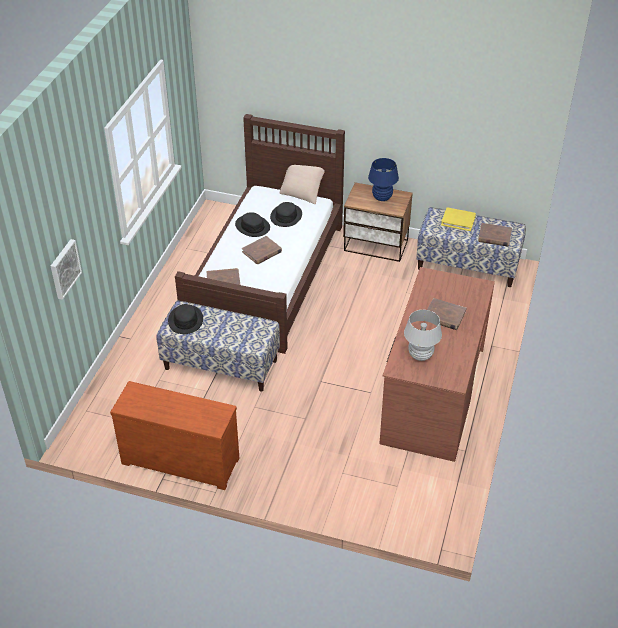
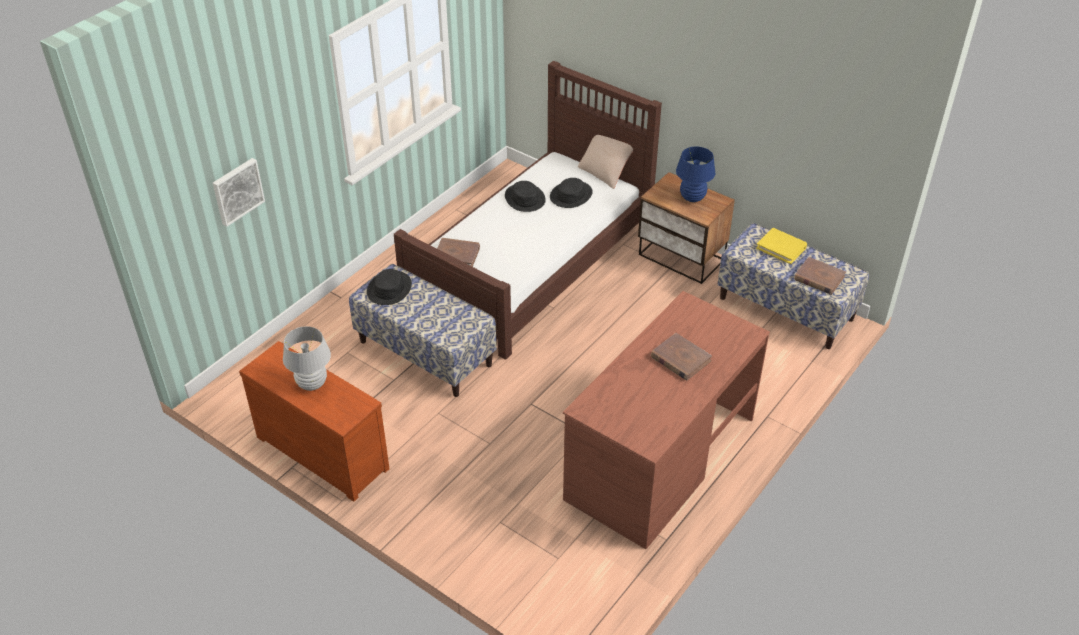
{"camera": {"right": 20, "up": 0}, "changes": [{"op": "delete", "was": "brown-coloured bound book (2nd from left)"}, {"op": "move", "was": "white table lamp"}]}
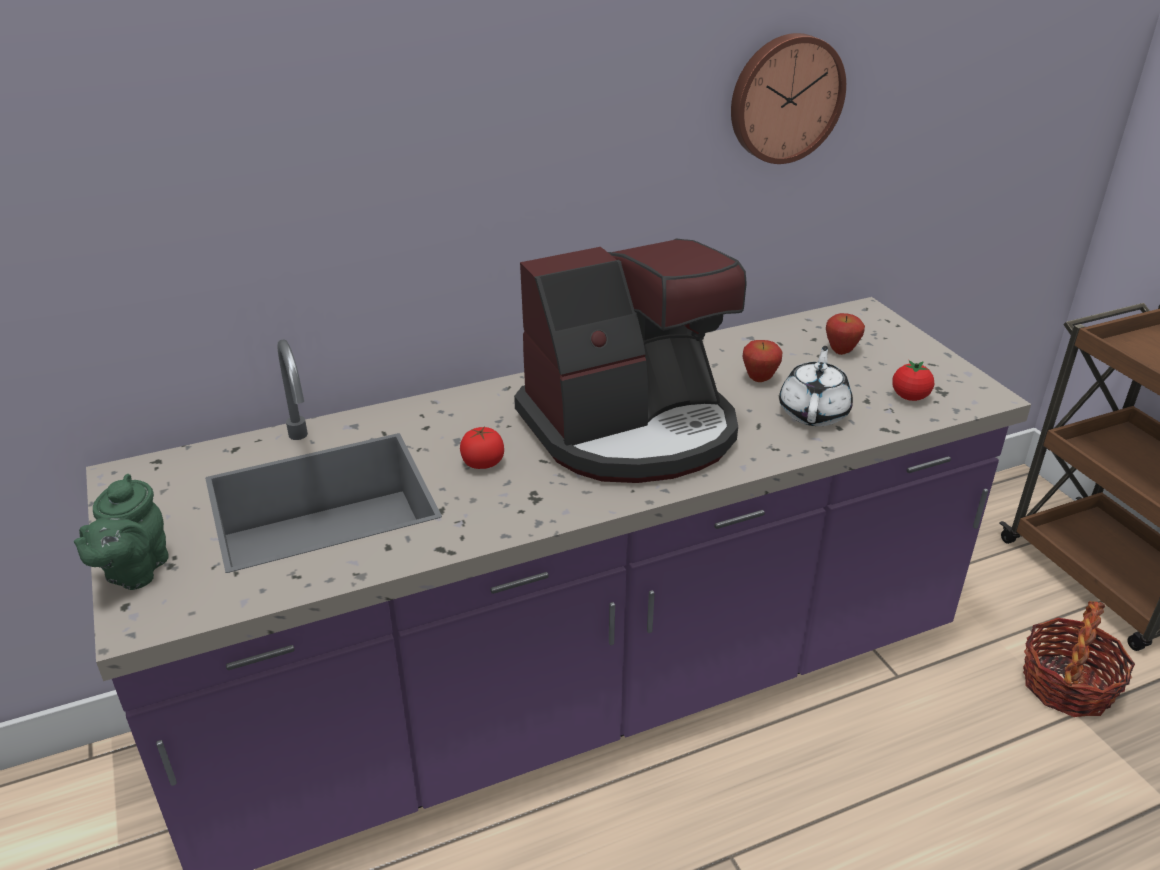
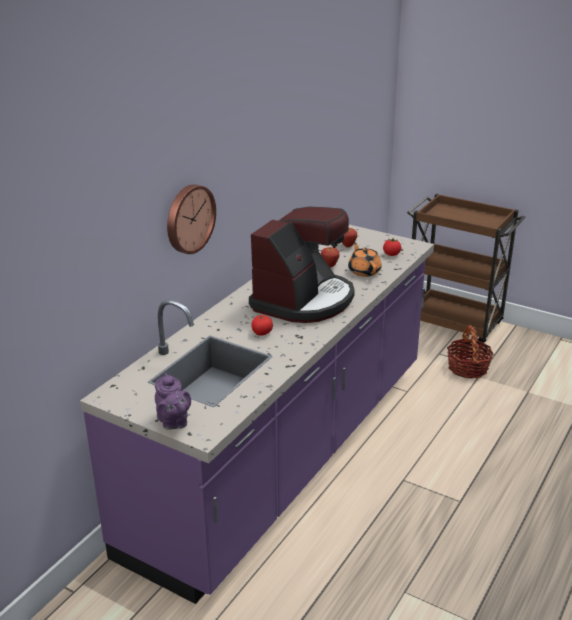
{"camera": {"right": -35, "up": -5}, "changes": [{"op": "move", "was": "clock on the wall"}, {"op": "recolor", "was": "white pot for tea", "now": "orange-coloured pot for tea"}, {"op": "recolor", "was": "green-coloured pot for tea", "now": "purple pot for tea"}]}
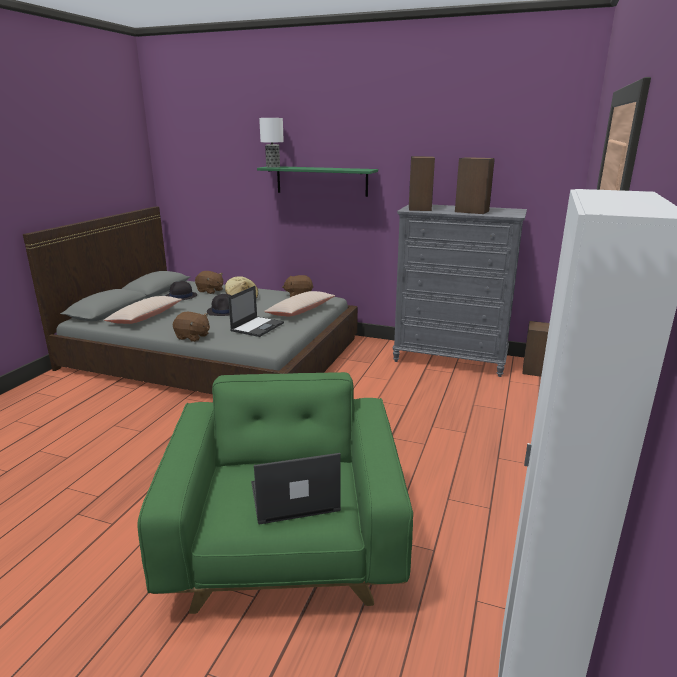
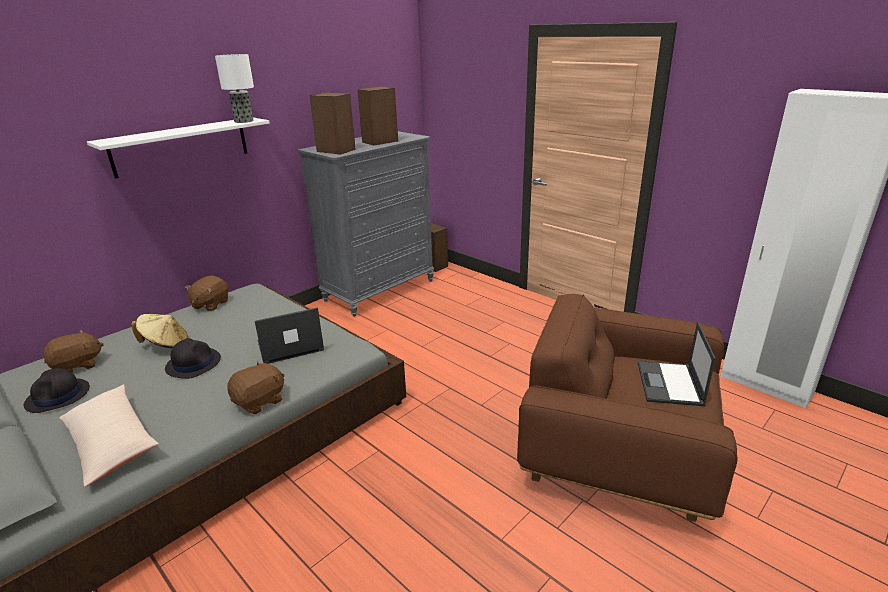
{"camera": {"right": -65, "up": 5}, "changes": [{"op": "move", "was": "table lamp"}, {"op": "recolor", "was": "green-coloured wall shelf", "now": "white wall shelf"}, {"op": "rotate", "was": "portable computer (1st from left)", "clockwise": -75}, {"op": "delete", "was": "beige-coloured throw pillow (2nd from left)"}, {"op": "recolor", "was": "green-coloured easy chair", "now": "brown-coloured easy chair"}]}
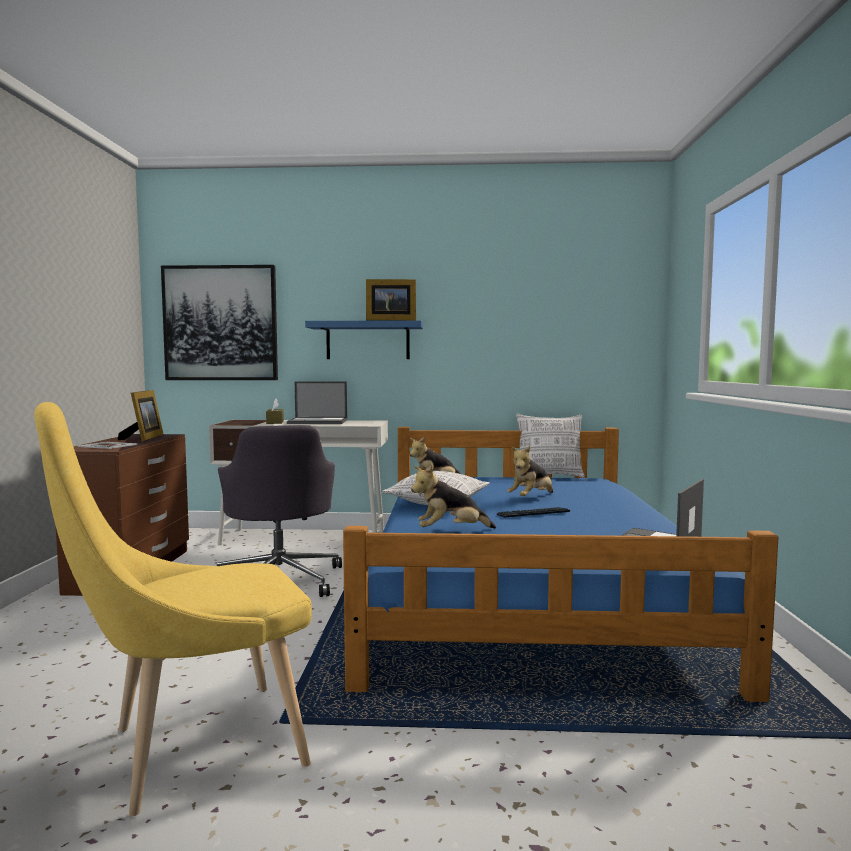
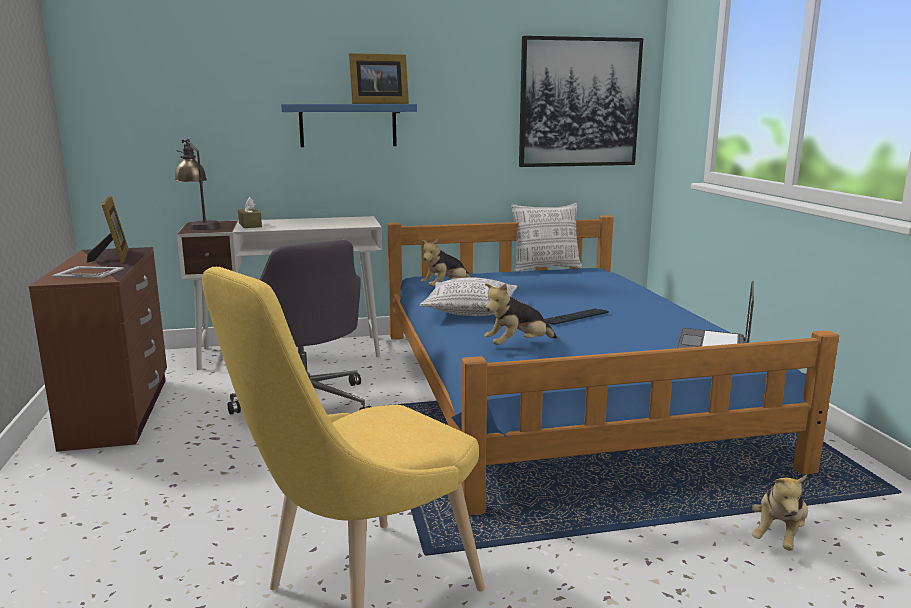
{"camera": {"right": -15, "up": 10}, "changes": [{"op": "move", "was": "wall art"}, {"op": "delete", "was": "portable computer (1st from left)"}, {"op": "move", "was": "soft toy (3rd from left)"}, {"op": "insert", "now": "table lamp"}]}
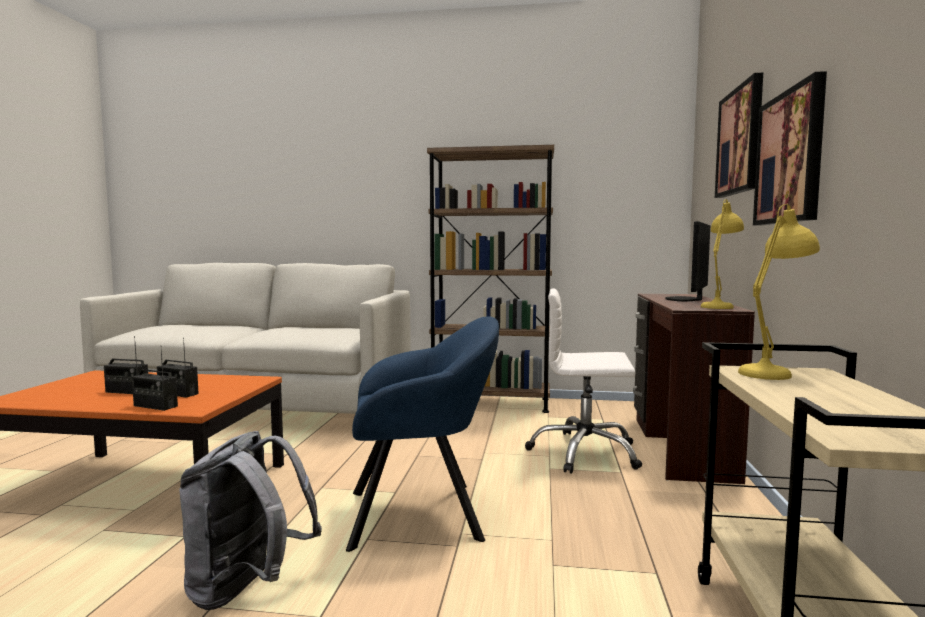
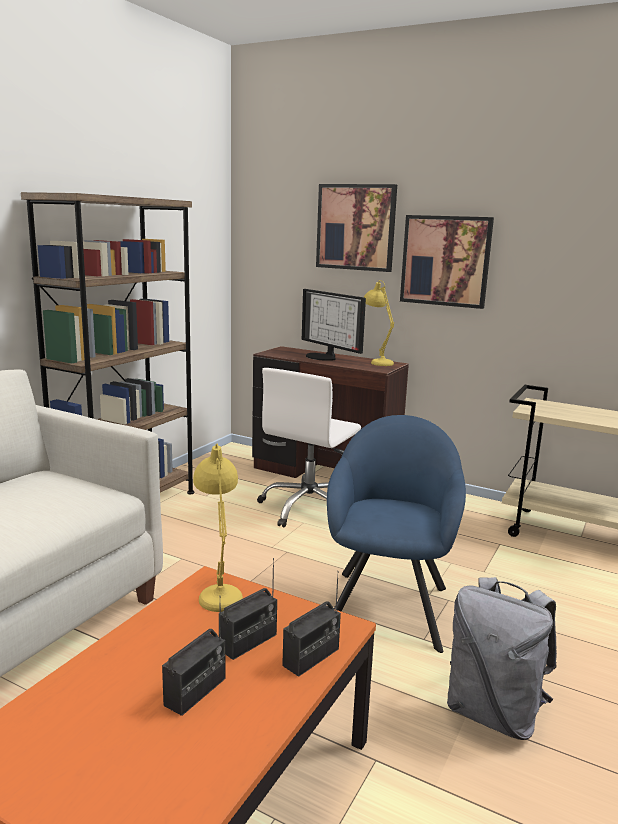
{"camera": {"right": -70, "up": 10}, "changes": [{"op": "move", "was": "yellowish table lamp (2nd from left in the first image)", "now": "yellowish table lamp (1st from left)"}]}
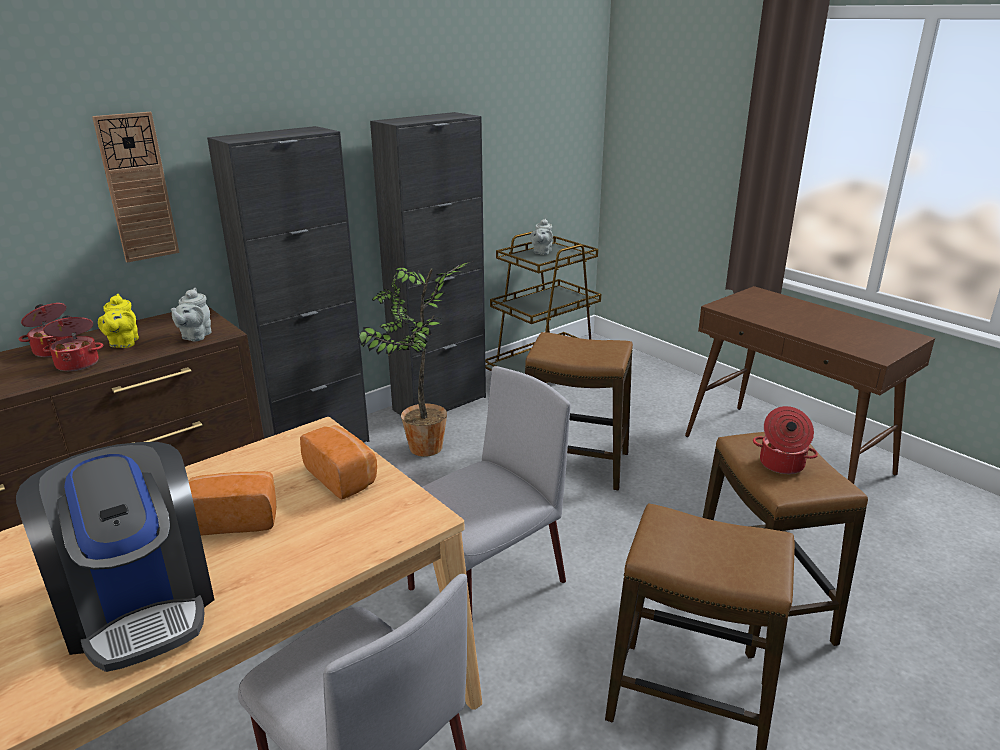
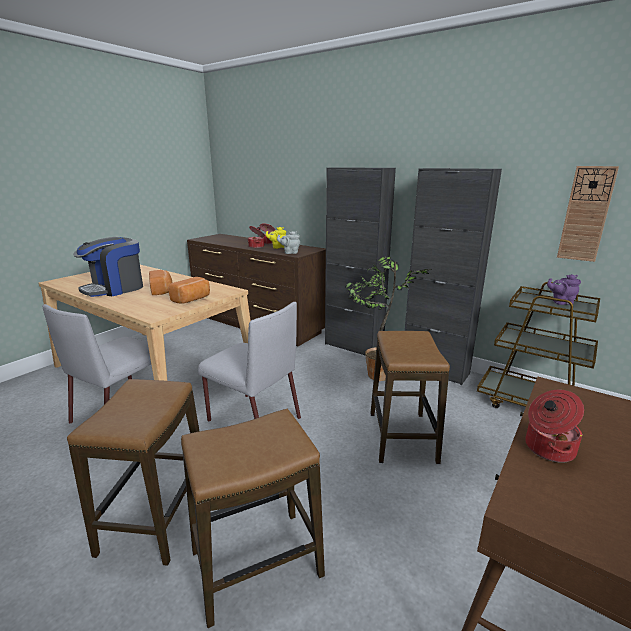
{"camera": {"right": 75, "up": -5}, "changes": [{"op": "move", "was": "clock on the wall"}, {"op": "recolor", "was": "grey pot for tea (2nd from left)", "now": "purple pot for tea"}, {"op": "move", "was": "cooking pot (3rd from left)"}]}
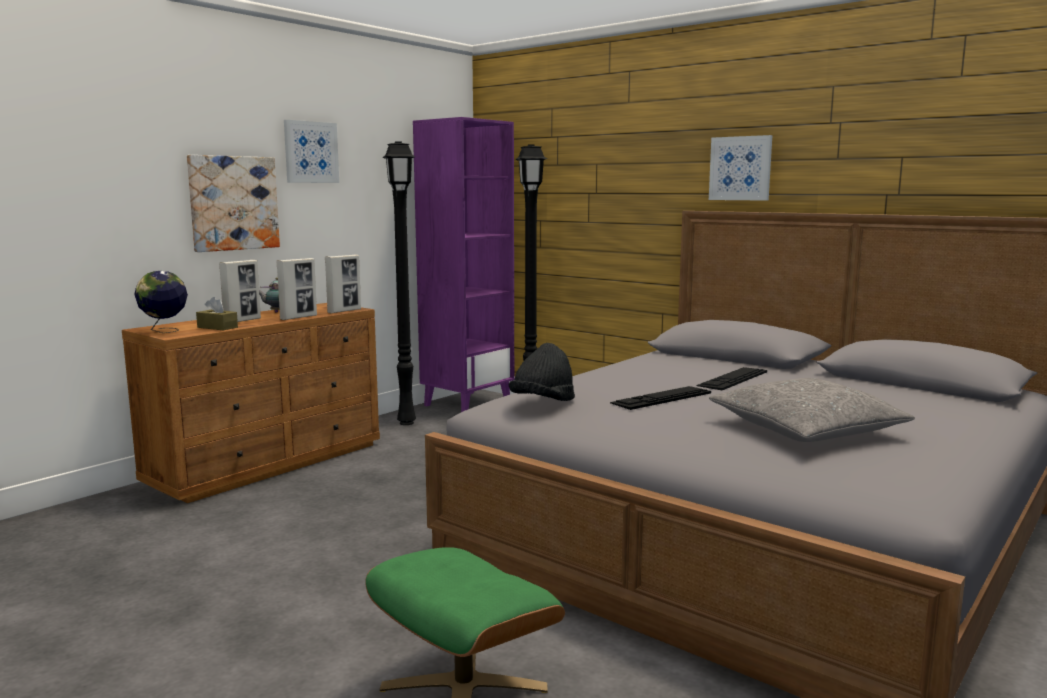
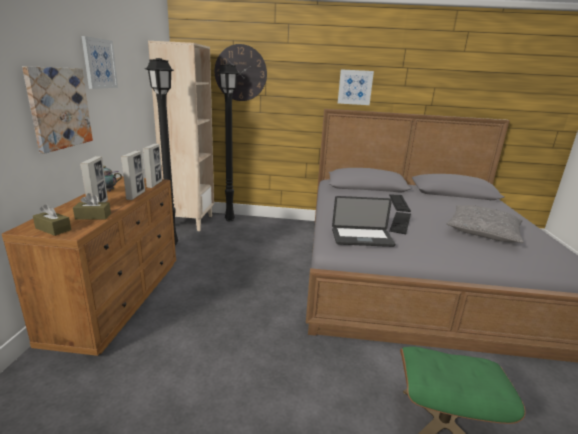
{"camera": {"right": -35, "up": 10}, "changes": [{"op": "recolor", "was": "purple shelving unit", "now": "beige-coloured shelving unit"}, {"op": "replace", "was": "world globe", "now": "brown-coloured tissue box (1st from left)"}, {"op": "replace", "was": "black wearable hat", "now": "portable computer"}, {"op": "insert", "now": "clock on the wall"}]}
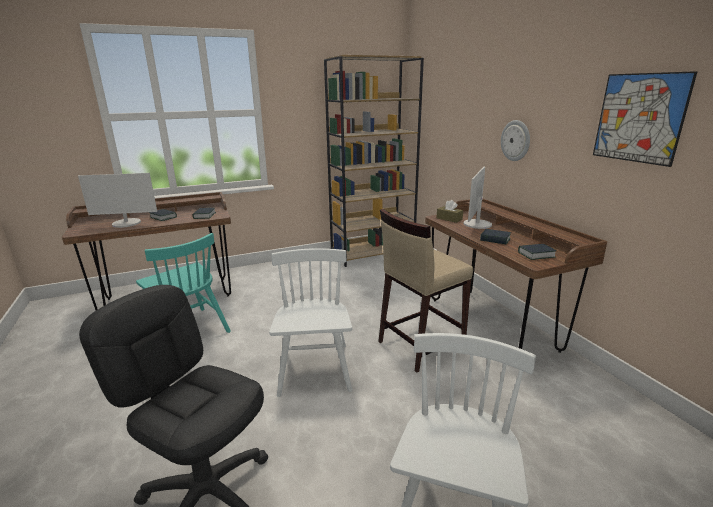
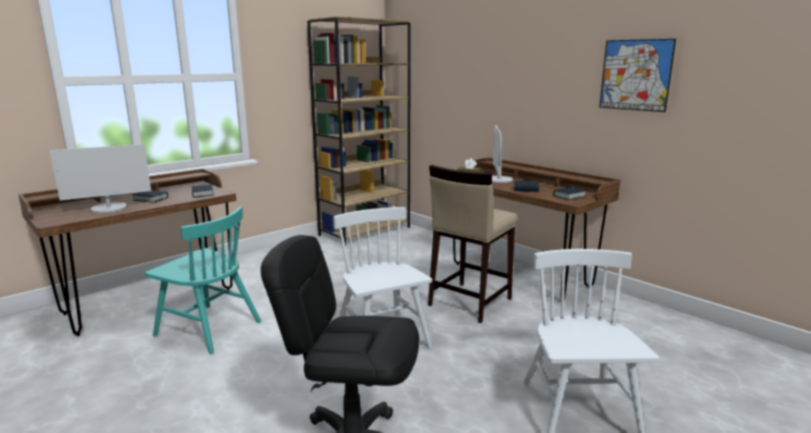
{"camera": {"right": -20, "up": -5}, "changes": [{"op": "delete", "was": "clock on the wall"}]}
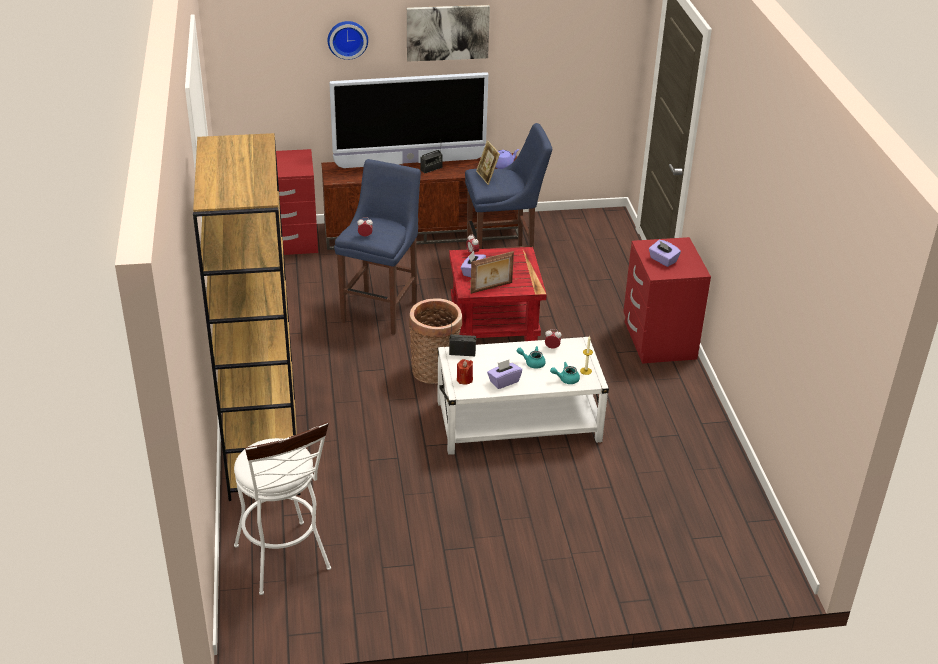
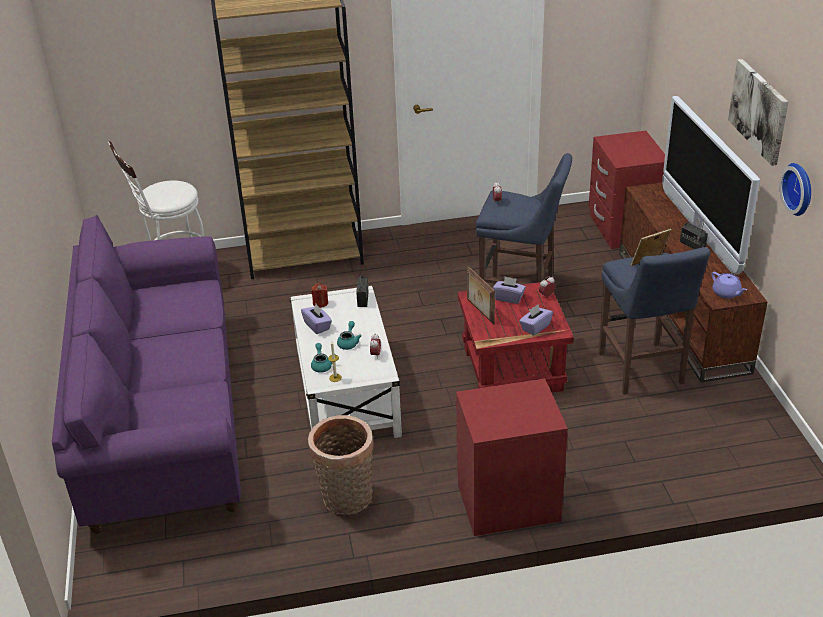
{"camera": {"right": 90, "up": 0}, "changes": [{"op": "move", "was": "clock on the wall"}, {"op": "move", "was": "purple tissue box (3rd from left)"}, {"op": "move", "was": "basket"}, {"op": "insert", "now": "purple settee"}]}
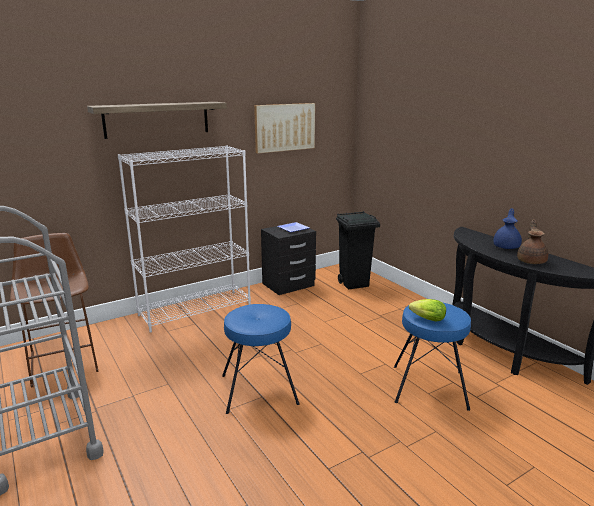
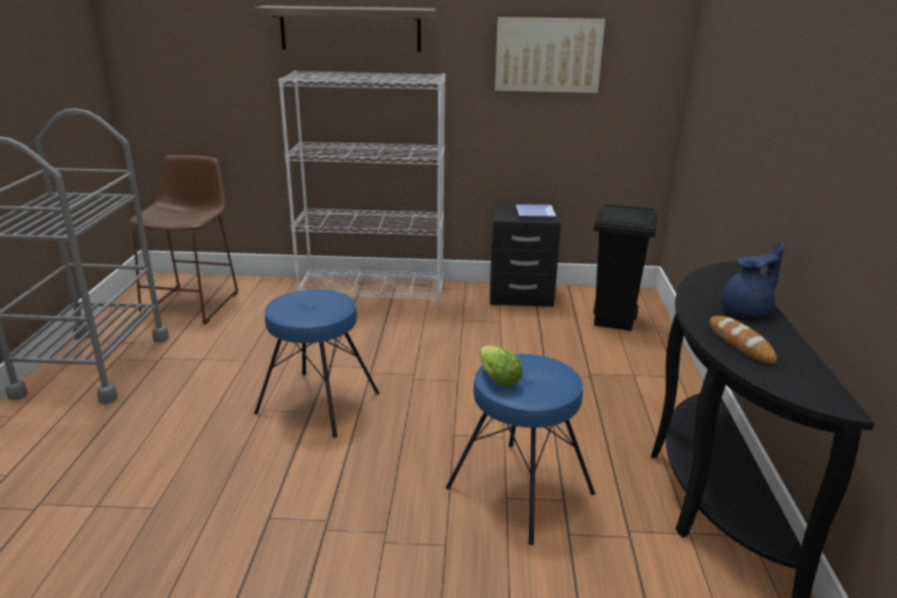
{"camera": {"right": 35, "up": 5}, "changes": [{"op": "replace", "was": "brown-coloured pot for tea", "now": "bread"}]}
